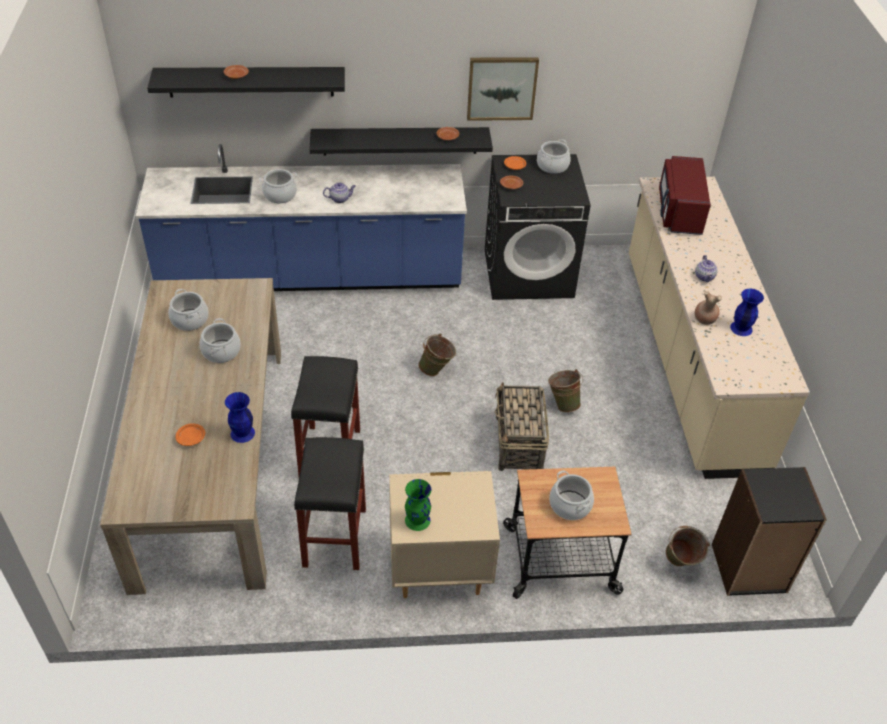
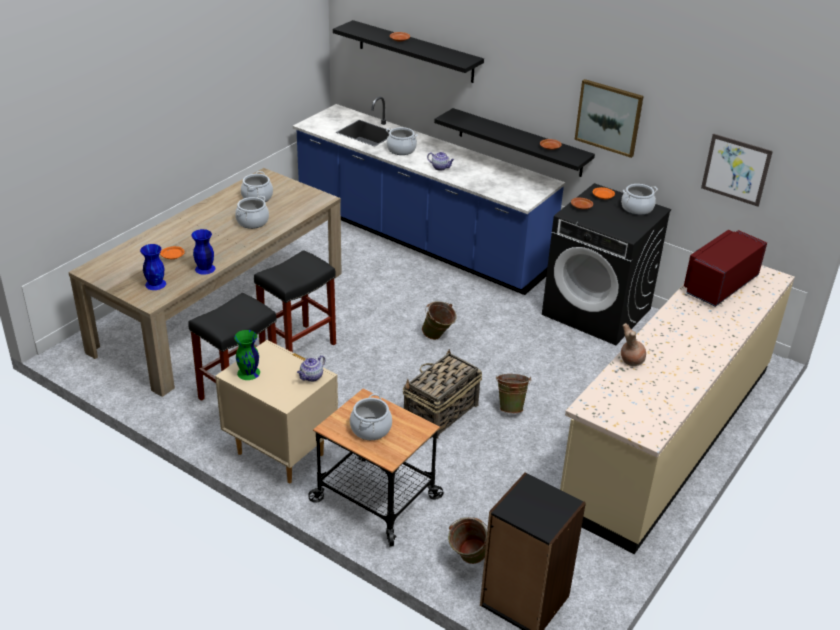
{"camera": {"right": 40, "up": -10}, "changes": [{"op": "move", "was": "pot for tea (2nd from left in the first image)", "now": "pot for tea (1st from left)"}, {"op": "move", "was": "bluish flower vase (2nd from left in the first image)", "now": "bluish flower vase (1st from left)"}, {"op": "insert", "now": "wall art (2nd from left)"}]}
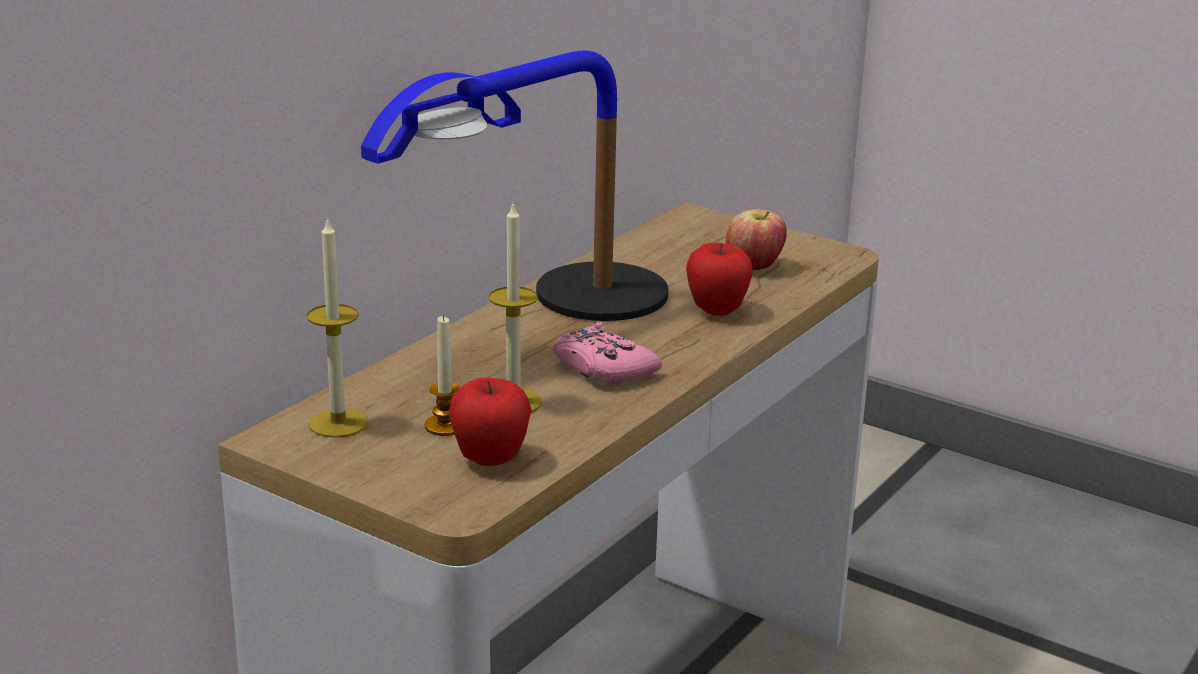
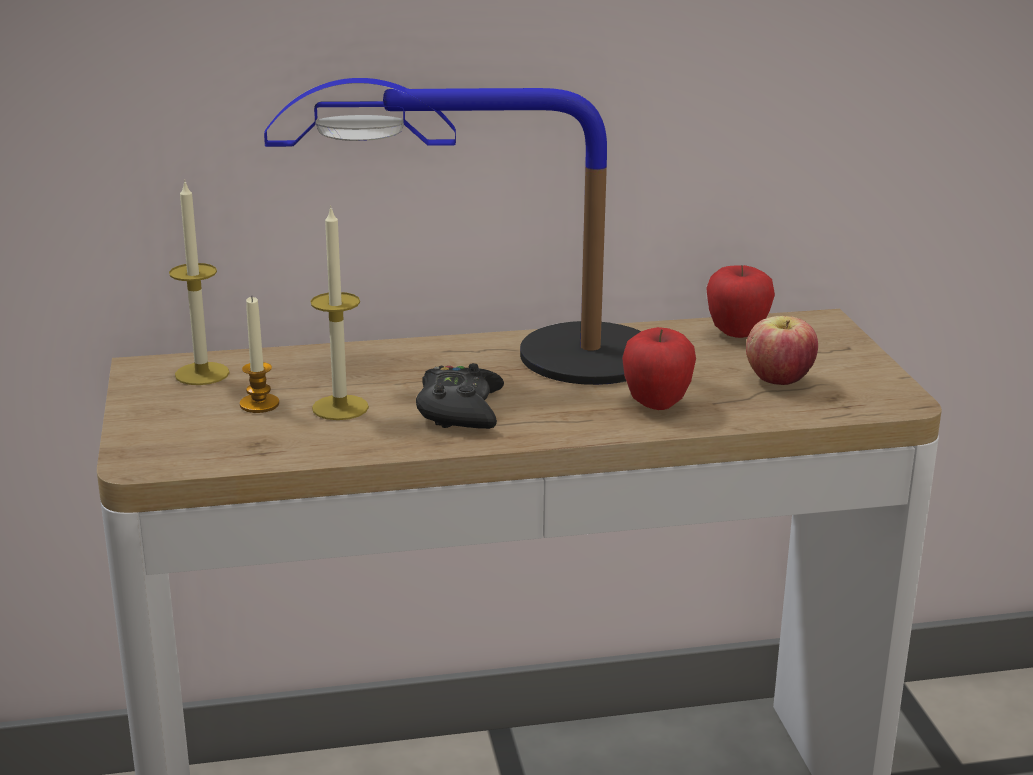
{"camera": {"right": 45, "up": 0}, "changes": [{"op": "recolor", "was": "pink-coloured gamepad", "now": "black gamepad"}, {"op": "move", "was": "whole apple (1st from left in the first image)", "now": "whole apple (2nd from left)"}]}
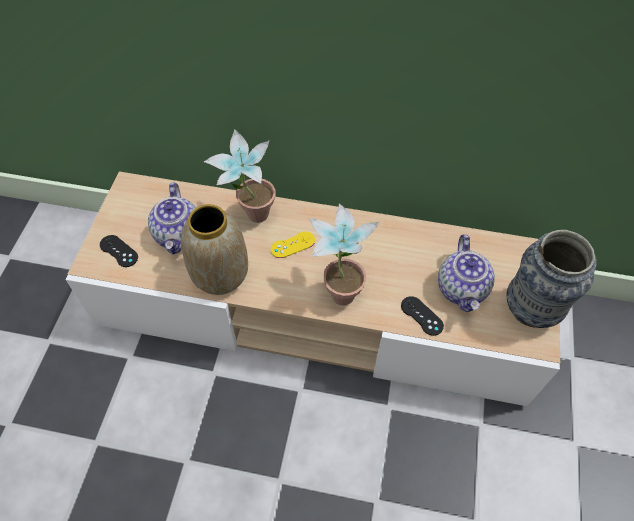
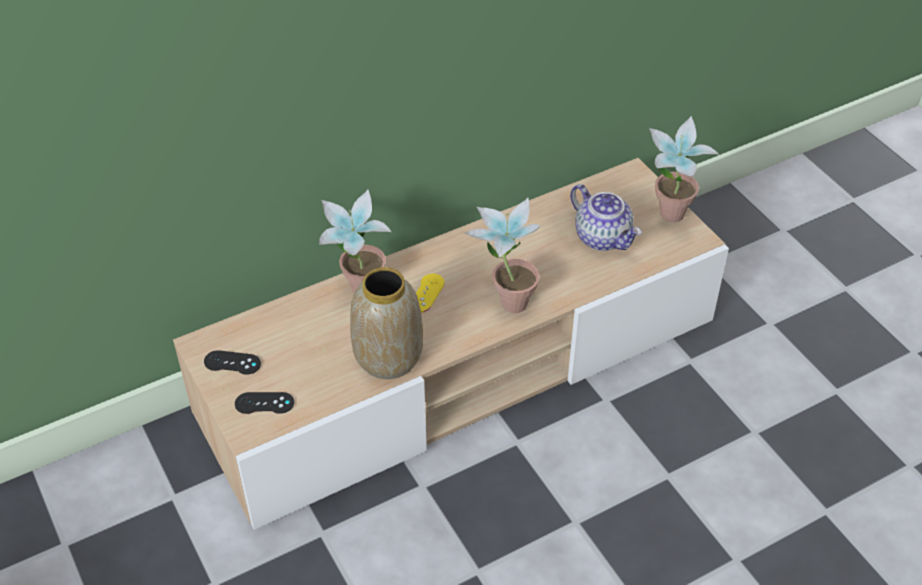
{"camera": {"right": -40, "up": -10}, "changes": [{"op": "delete", "was": "pot for tea (1st from left)"}, {"op": "replace", "was": "flower vase (2nd from left)", "now": "houseplant (3rd from left)"}, {"op": "move", "was": "black gamepad (2nd from left in the first image)", "now": "black gamepad (1st from left)"}]}
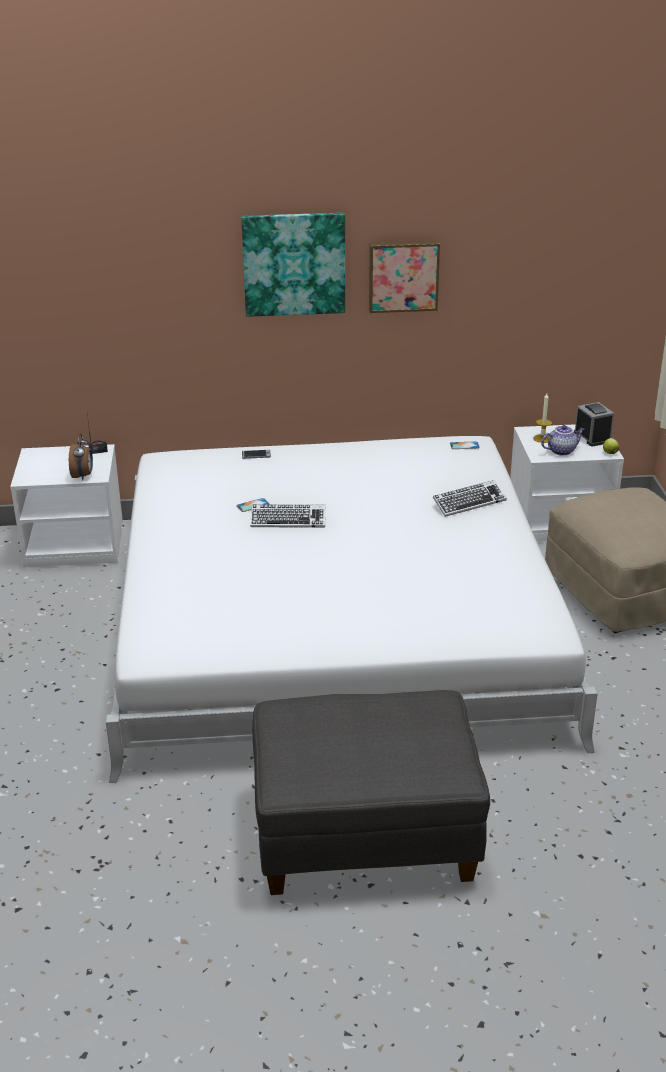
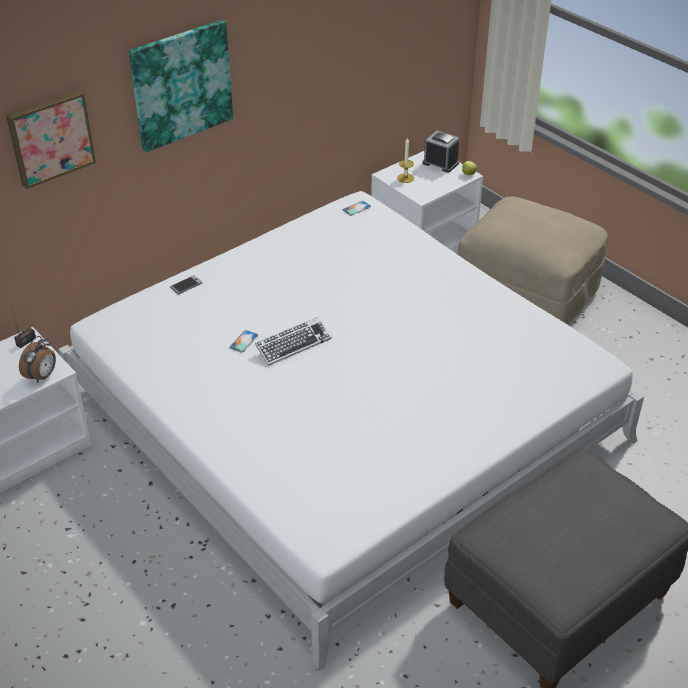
{"camera": {"right": -35, "up": 10}, "changes": [{"op": "move", "was": "wall art (2nd from left in the first image)", "now": "wall art (1st from left)"}, {"op": "delete", "was": "pot for tea"}, {"op": "rotate", "was": "bedside clock (1st from left)", "clockwise": 60}, {"op": "delete", "was": "computer keyboard (2nd from left)"}]}
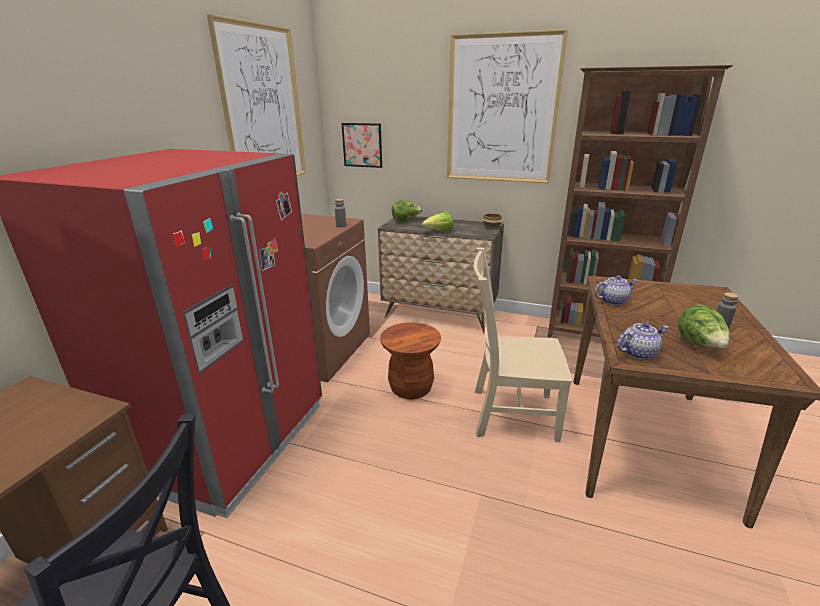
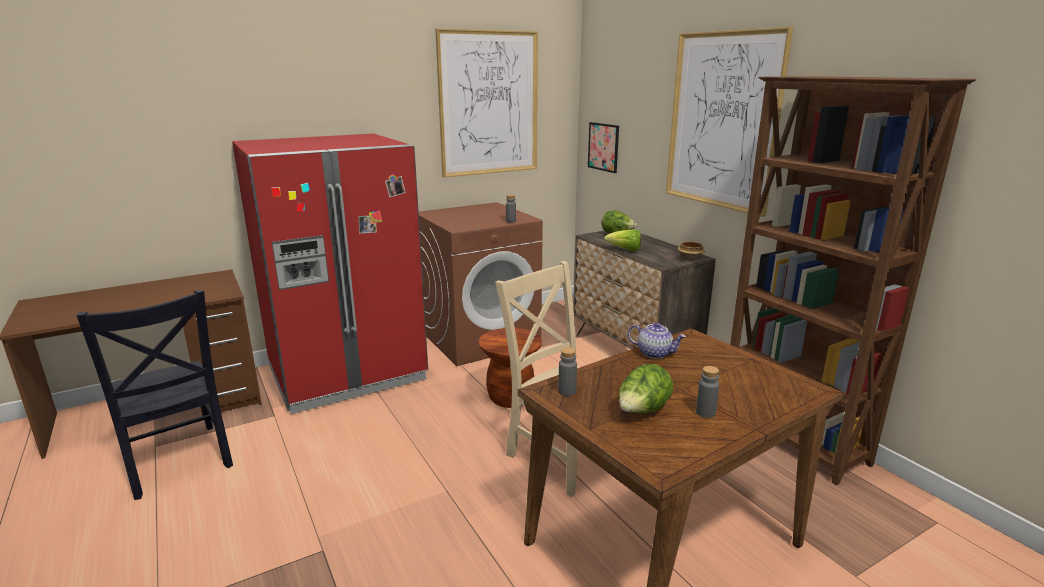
{"camera": {"right": 40, "up": -5}, "changes": [{"op": "replace", "was": "pot for tea (2nd from left)", "now": "grey drink bottle (2nd from left)"}]}
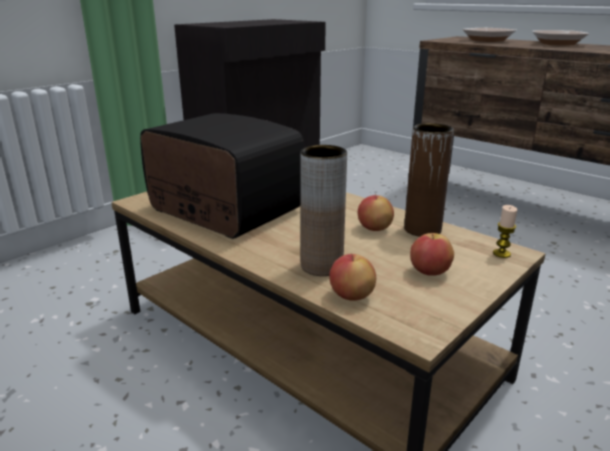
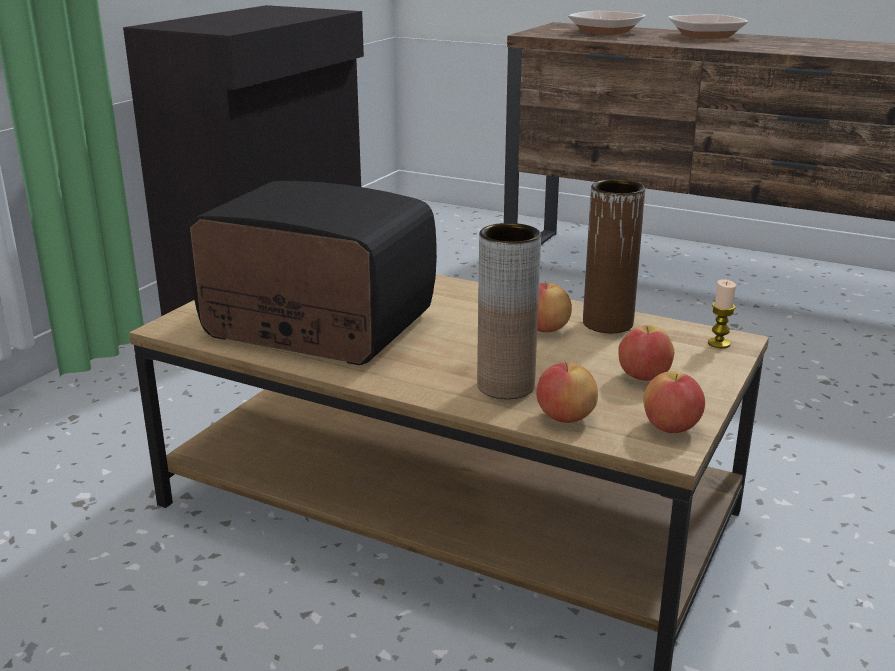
{"camera": {"right": -15, "up": 0}, "changes": [{"op": "insert", "now": "whole apple (4th from left)"}]}
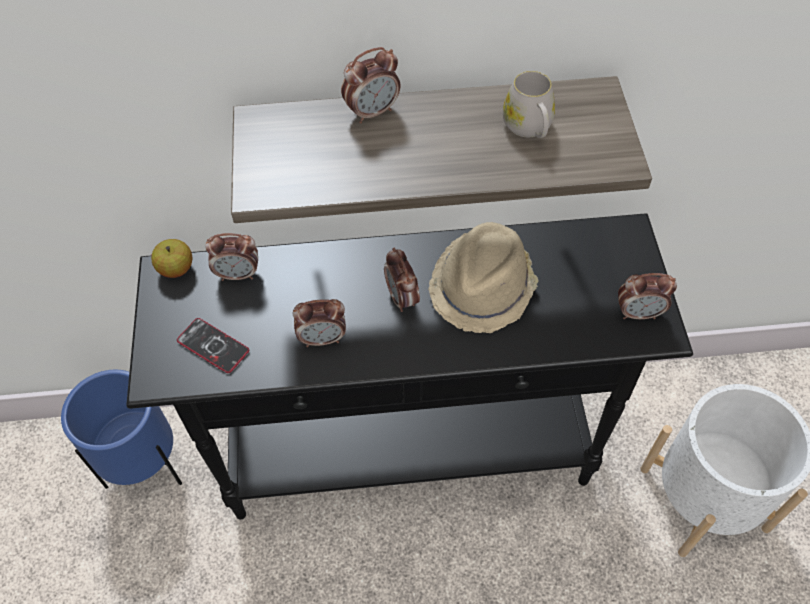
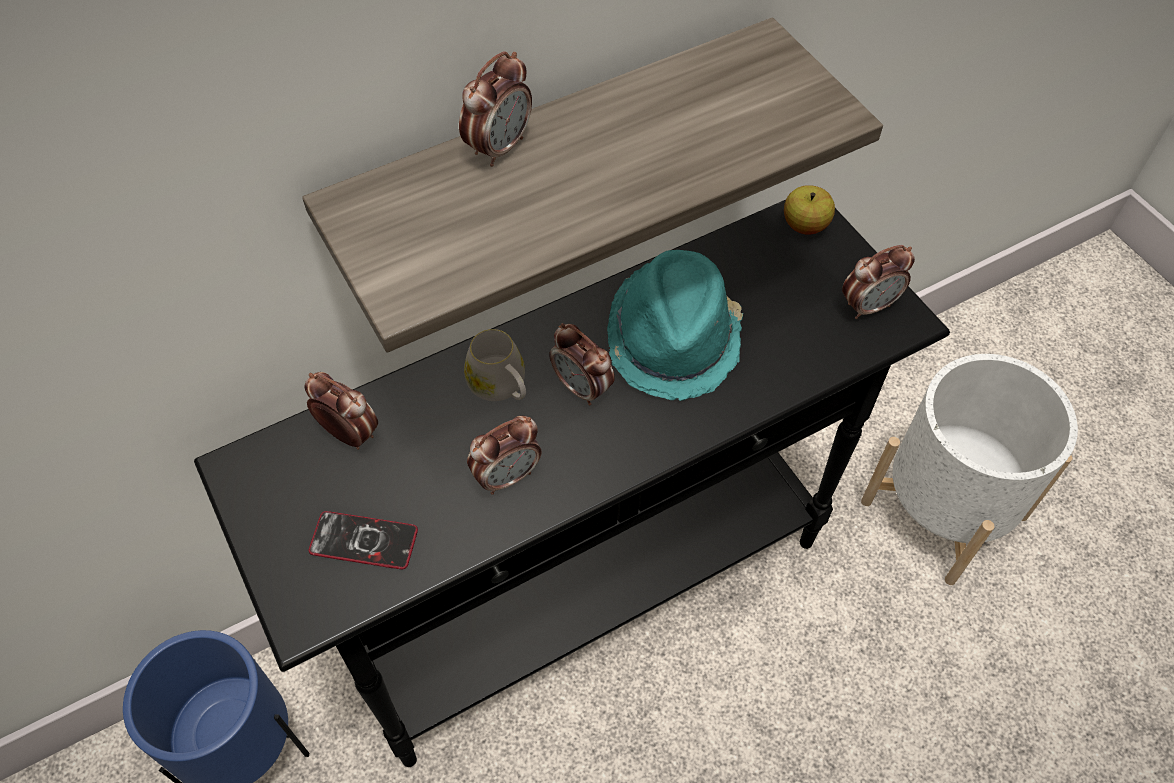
{"camera": {"right": -25, "up": 0}, "changes": [{"op": "move", "was": "white mug"}, {"op": "recolor", "was": "beige-coloured wearable hat", "now": "turquoise-coloured wearable hat"}, {"op": "rotate", "was": "bedside clock (1st from left)", "clockwise": -120}, {"op": "move", "was": "whole apple"}]}
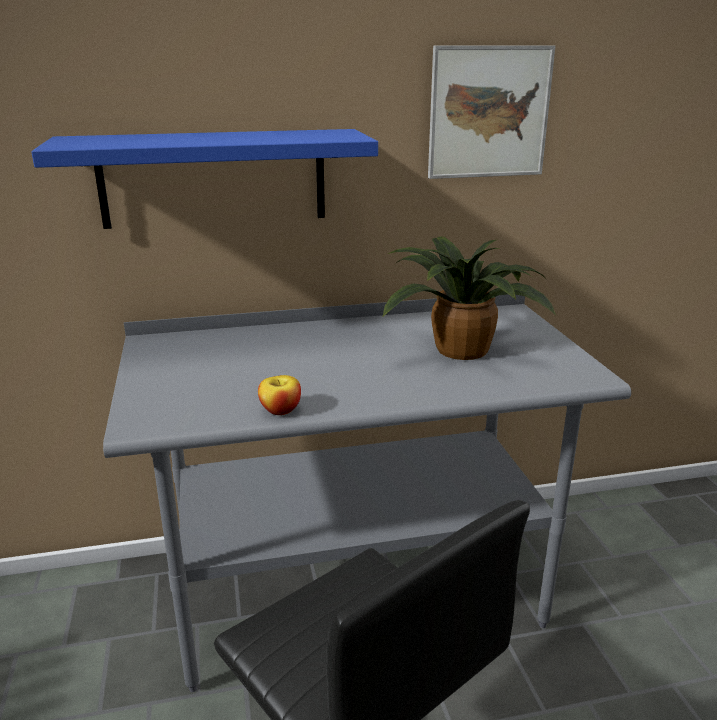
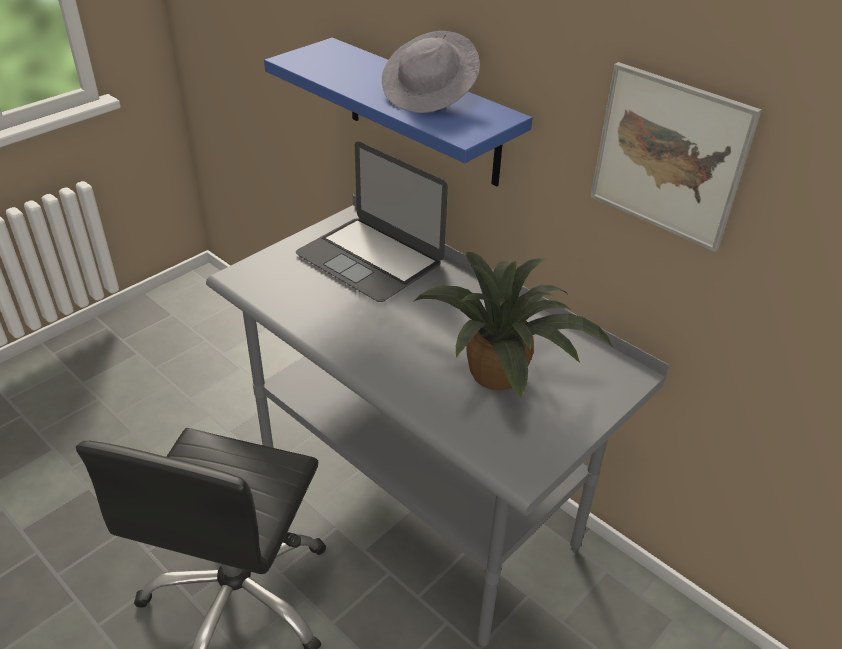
{"camera": {"right": 55, "up": 15}, "changes": [{"op": "delete", "was": "whole apple"}, {"op": "insert", "now": "grey wearable hat"}, {"op": "insert", "now": "portable computer"}]}
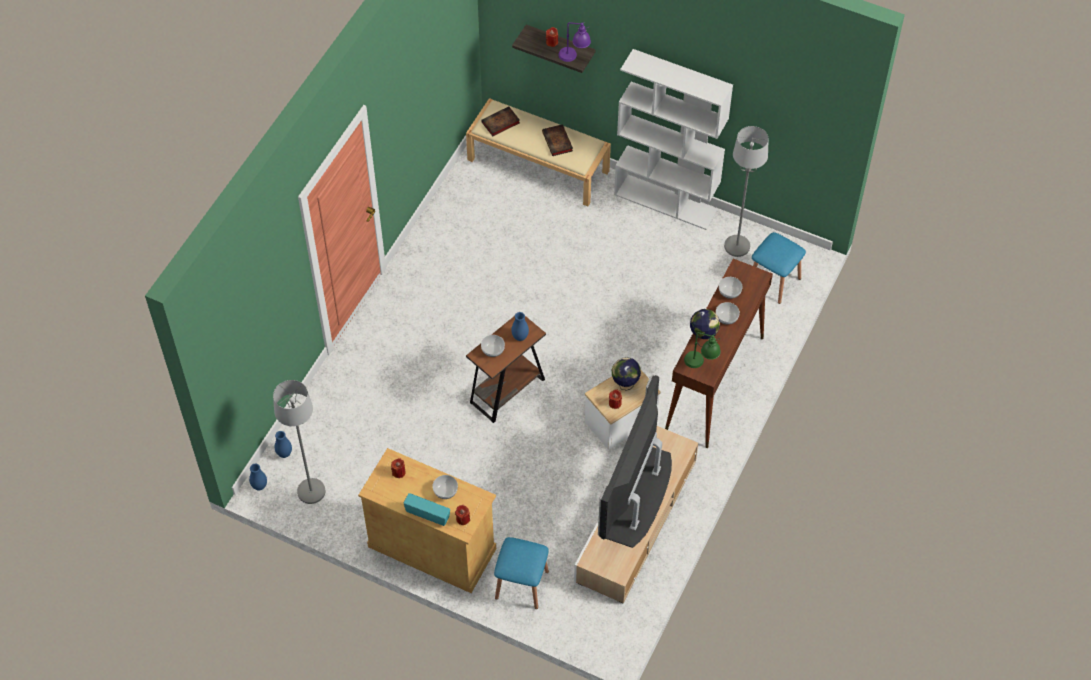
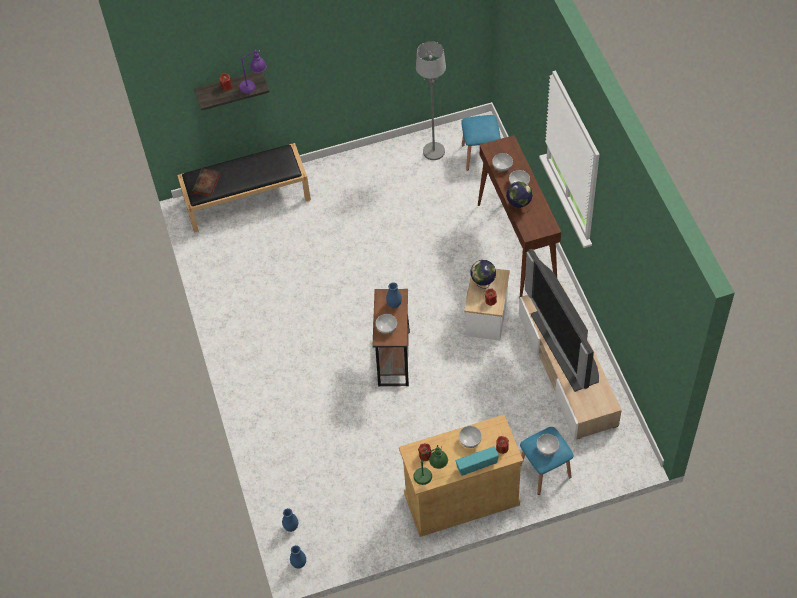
{"camera": {"right": -40, "up": 0}, "changes": [{"op": "delete", "was": "white shelving unit"}, {"op": "recolor", "was": "beige-coloured long seat", "now": "black long seat"}, {"op": "delete", "was": "bound book (2nd from left)"}, {"op": "move", "was": "green-coloured table lamp"}, {"op": "delete", "was": "grey standard lamp (1st from left)"}, {"op": "insert", "now": "bowl (5th from left)"}]}
